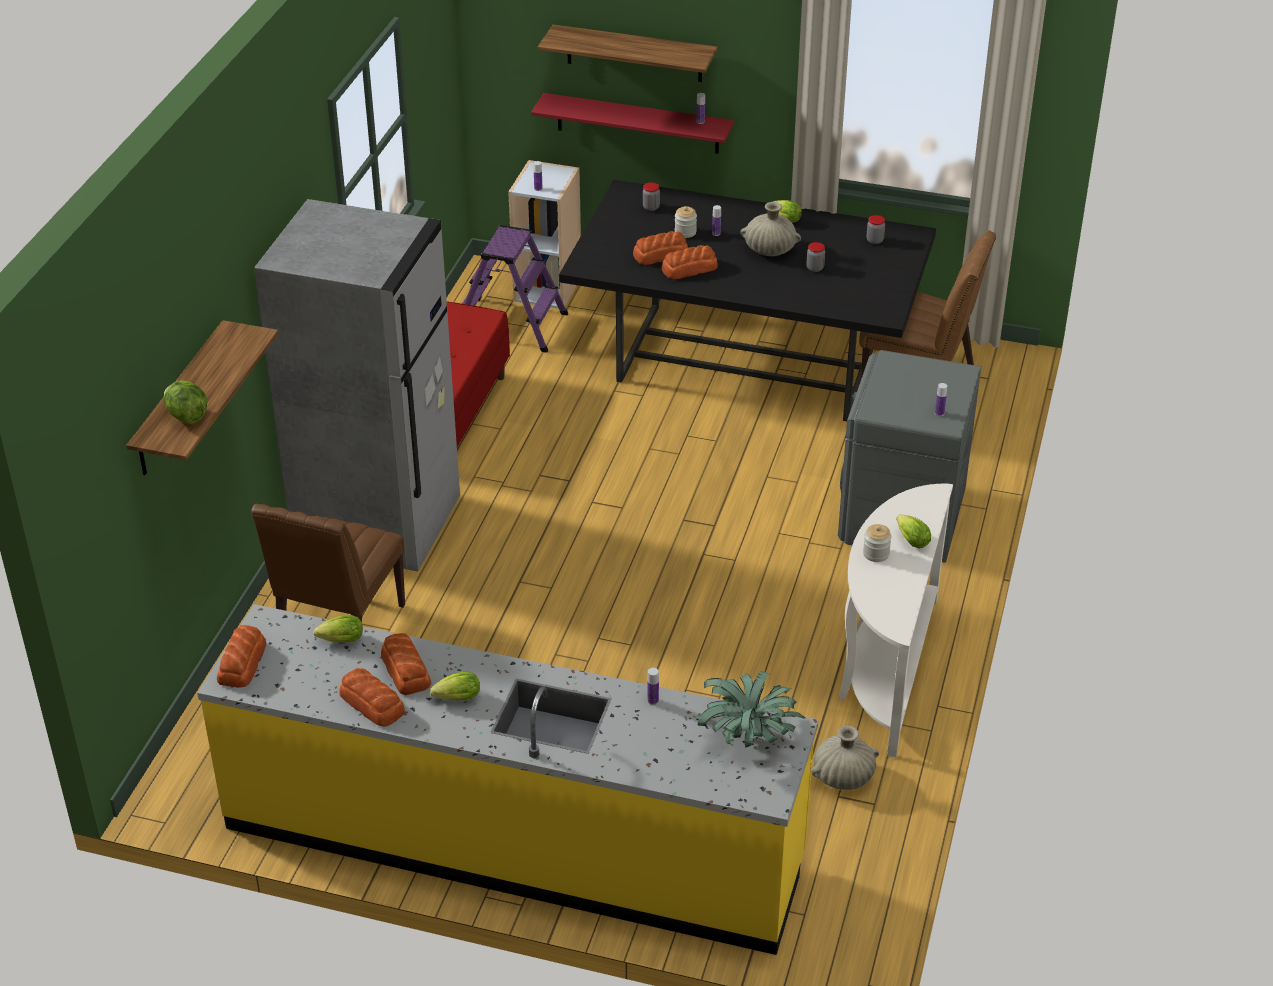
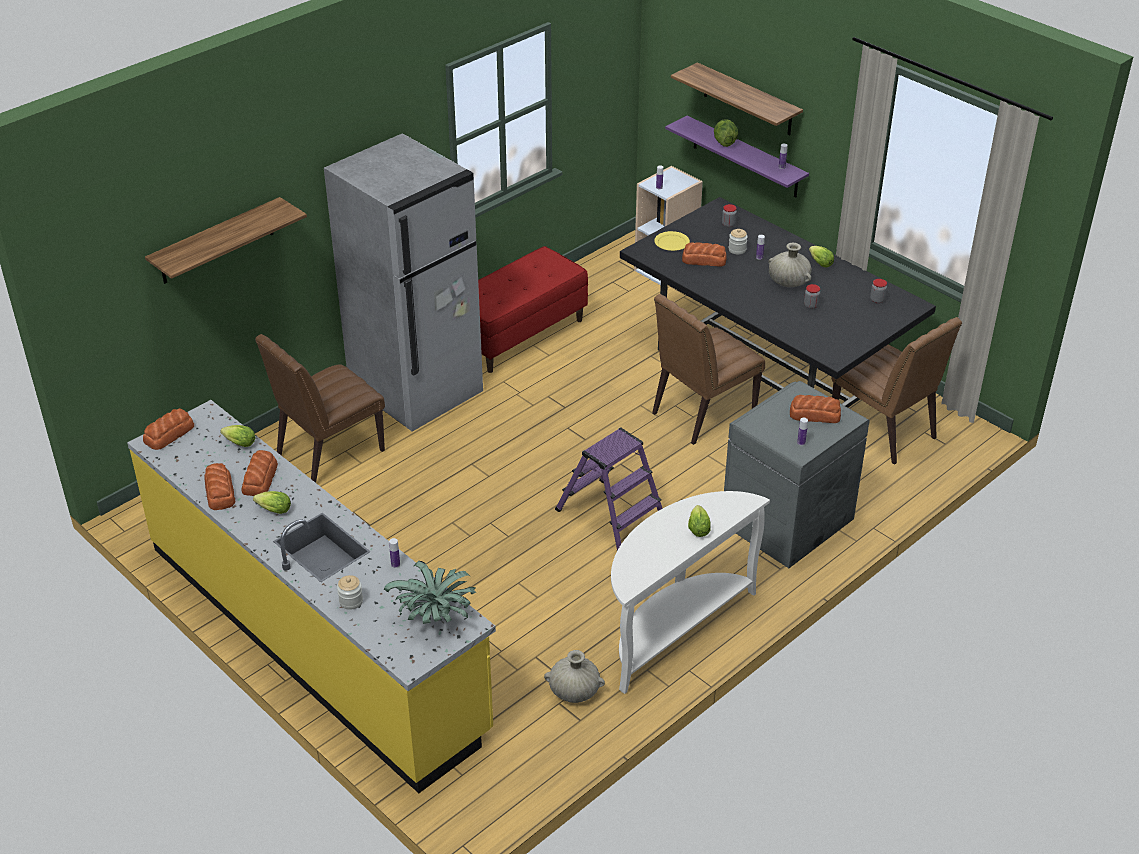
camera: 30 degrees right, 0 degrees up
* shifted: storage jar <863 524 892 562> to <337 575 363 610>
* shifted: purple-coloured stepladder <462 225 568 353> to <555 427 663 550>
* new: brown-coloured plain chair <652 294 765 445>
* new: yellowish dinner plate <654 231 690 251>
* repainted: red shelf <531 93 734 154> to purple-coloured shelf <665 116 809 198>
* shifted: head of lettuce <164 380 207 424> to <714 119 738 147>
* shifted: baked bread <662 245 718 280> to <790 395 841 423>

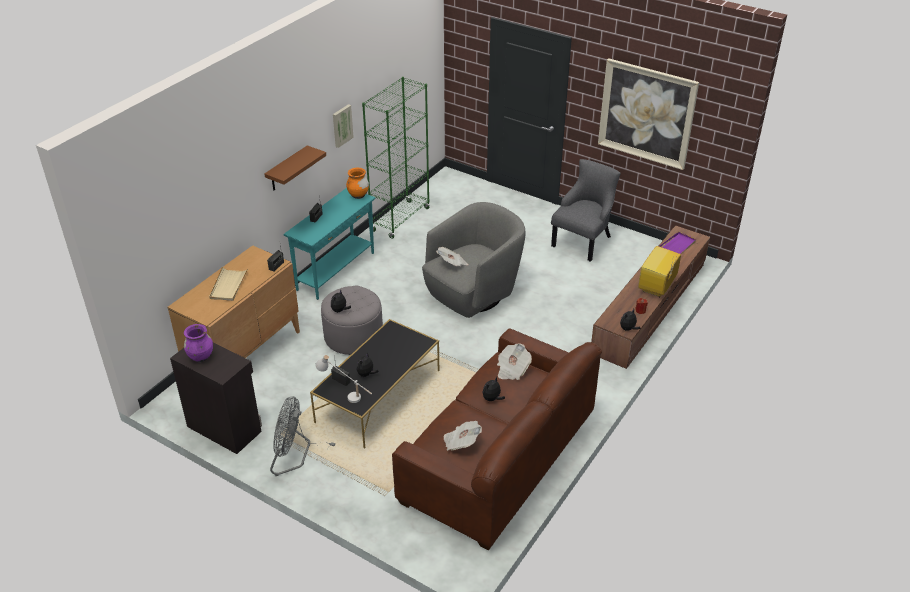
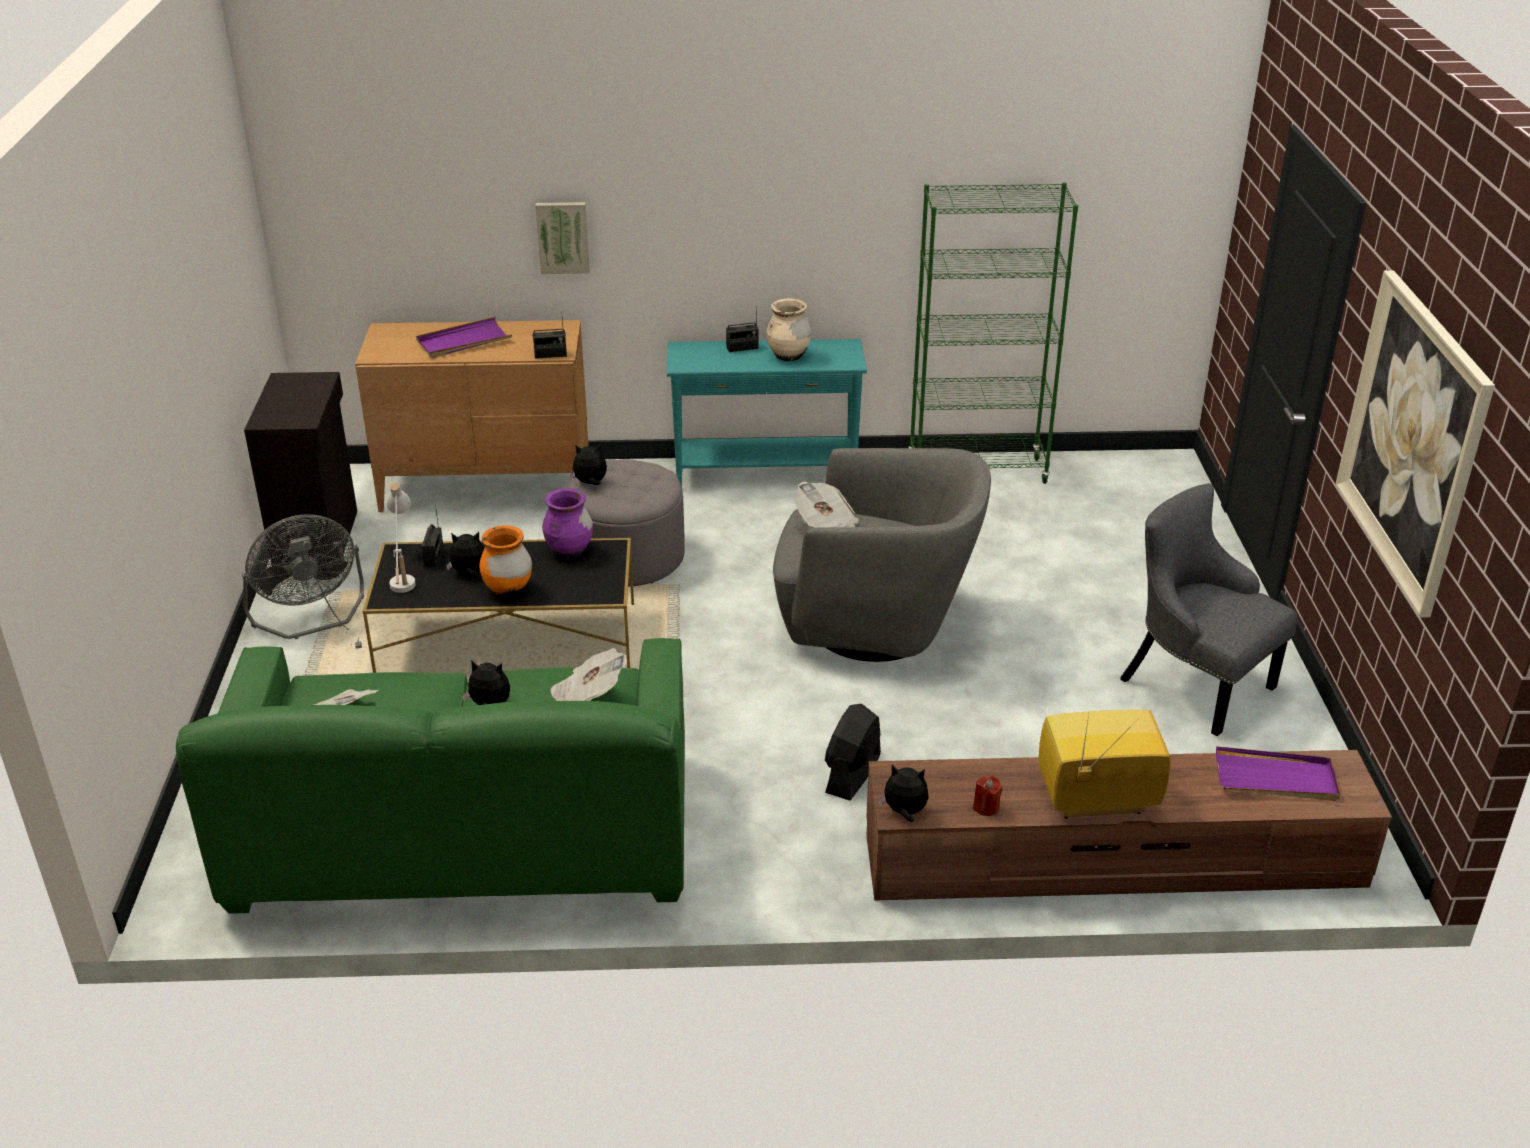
camera: 55 degrees right, 5 degrees down
* repainted: brown-coloured couch <392 328 602 551> to green couch <176 638 685 914>
* repainted: sand-coloured tray <209 266 248 301> to purple-coloured tray <416 317 512 358>
* shifted: orange vase <346 168 369 199> to <479 525 532 597>
* shifted: wall art <333 104 354 148> to <535 202 590 274>
* shifted: purple-coloured vase <184 324 213 362> to <542 488 593 558>
* new: sand-coloured vase <767 299 811 361>
* new: black-coloured electric fan <825 704 881 801>
* rotated: grey lounge chair <551 159 621 261> = <1120 483 1297 736> 135 degrees counterclockwise
* gone: brown-coloured shelf <264 145 326 190>

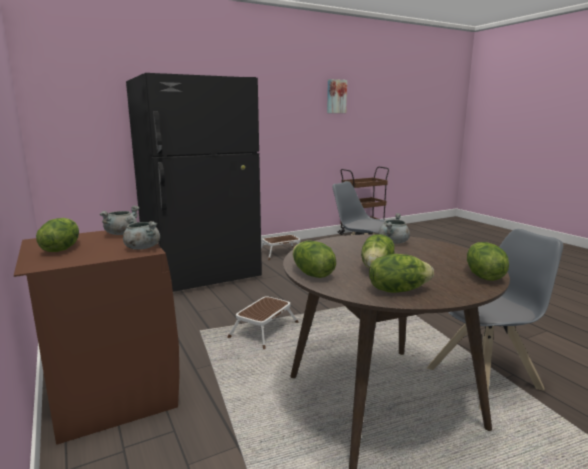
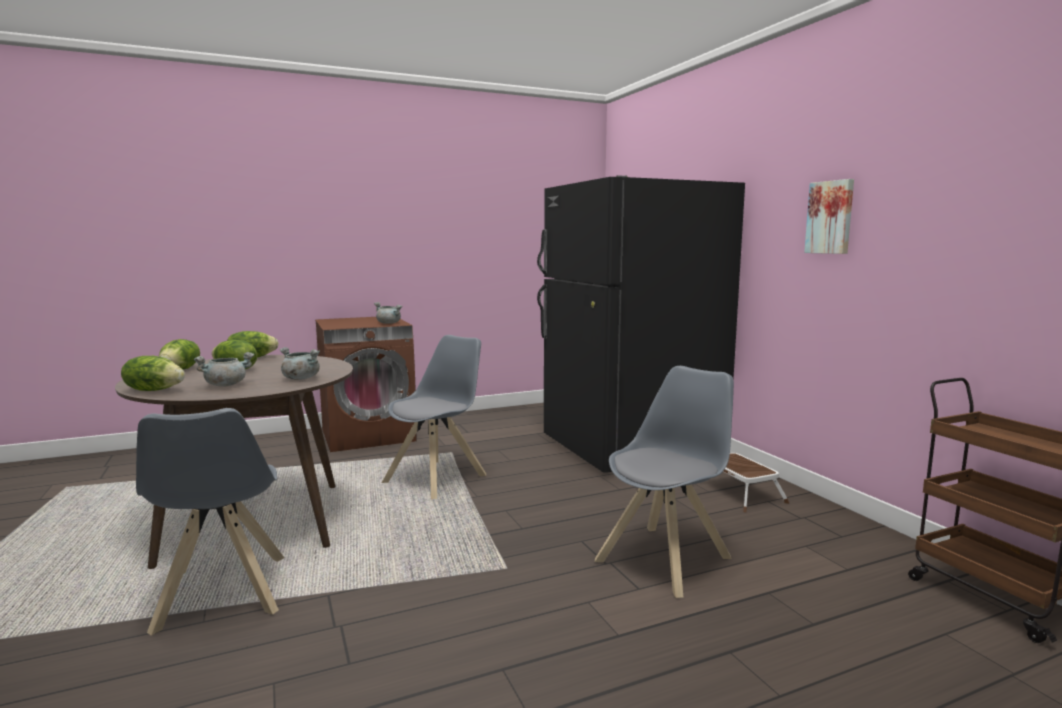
camera: 95 degrees right, 5 degrees down
* shifted: grey cooking pot <123 217 160 250> to <194 352 254 387>
* swapped: brown-coloured stepladder <227 296 299 349> to grey plain chair <382 335 486 499>
* shifted: wall art <327 79 347 113> to <804 179 854 254>
* gone: head of lettuce <36 218 79 252>

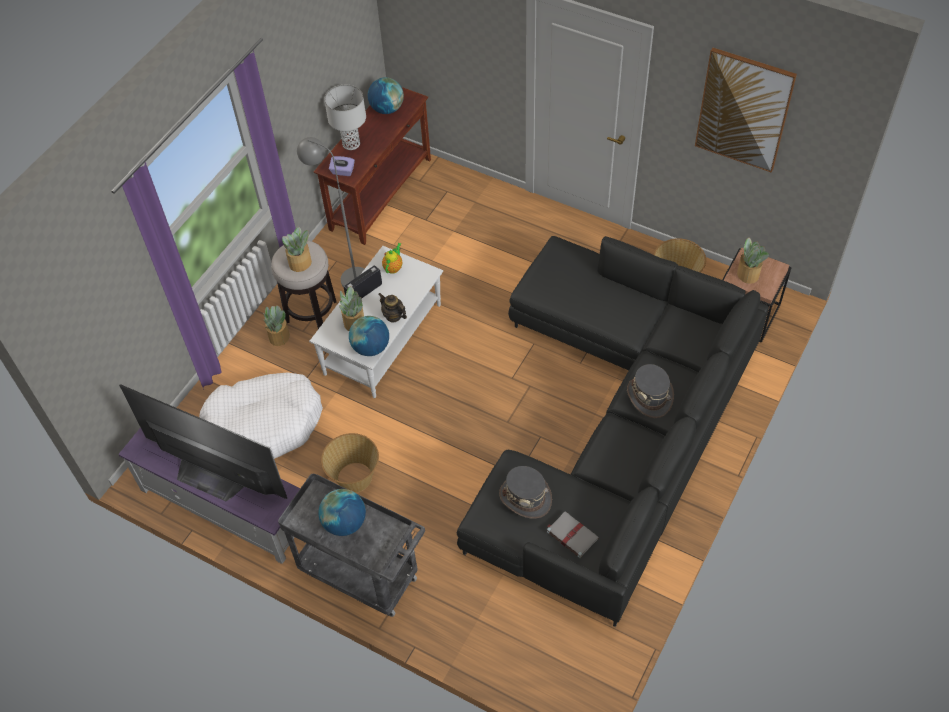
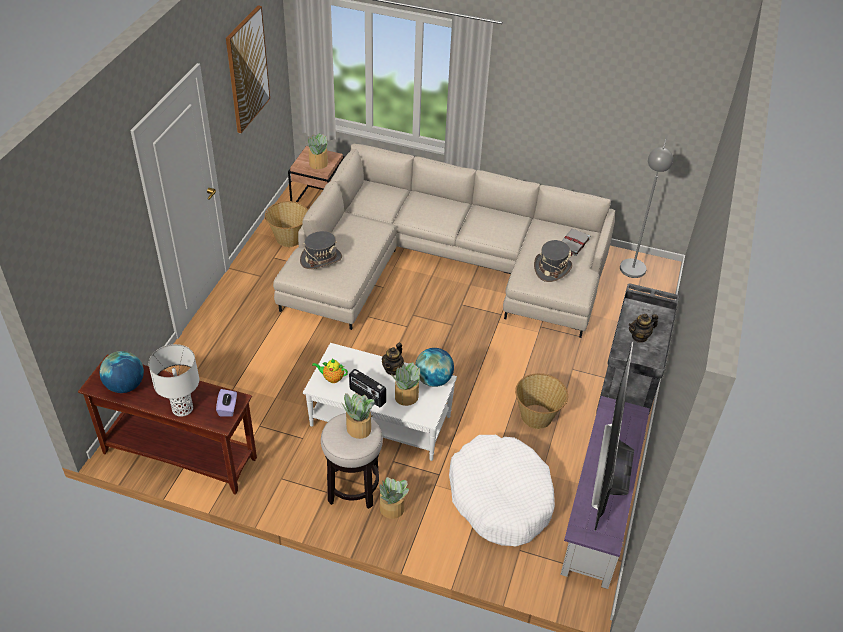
camera: 105 degrees left, 10 degrees down
* repainted: black-coloured couch <457 236 769 627> to sand-coloured couch <273 144 615 338>
* shifted: grey hat <627 364 674 418> to <300 231 342 269>
* shifted: grey standard lamp <297 137 365 288> to <620 139 673 278>
* swapped: desk globe <319 489 366 536> to pot for tea <628 314 658 343>

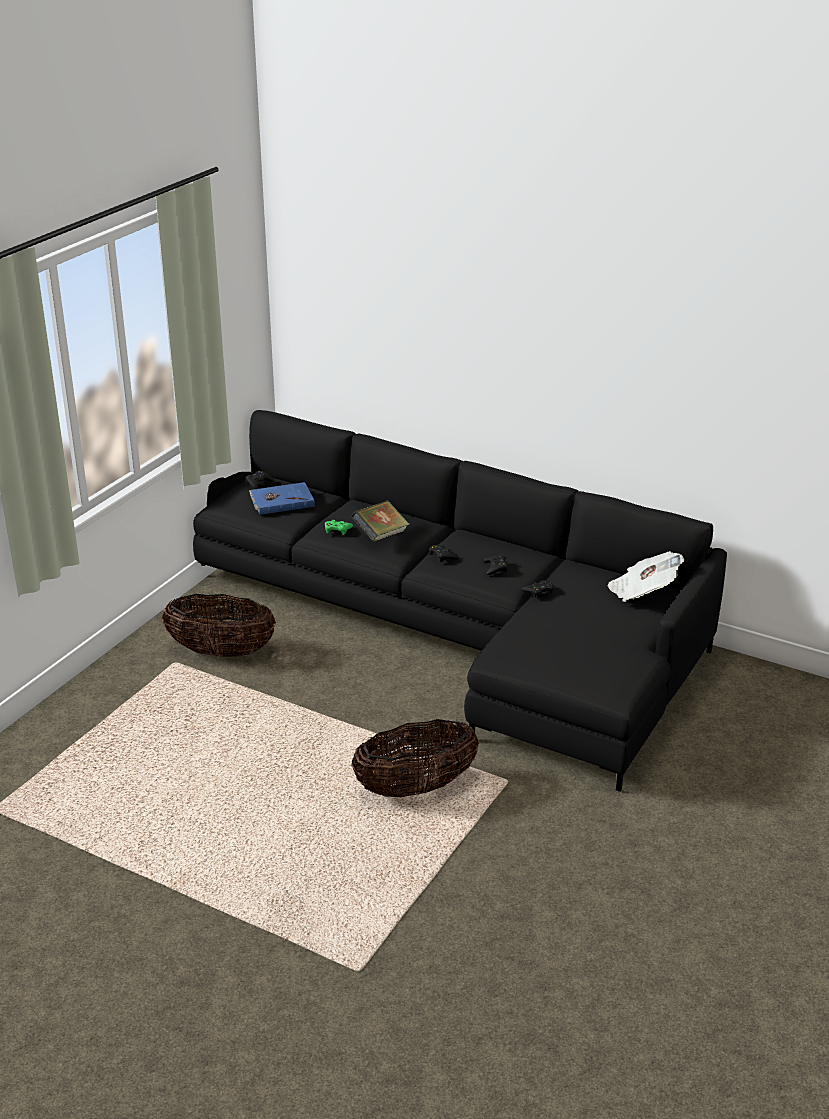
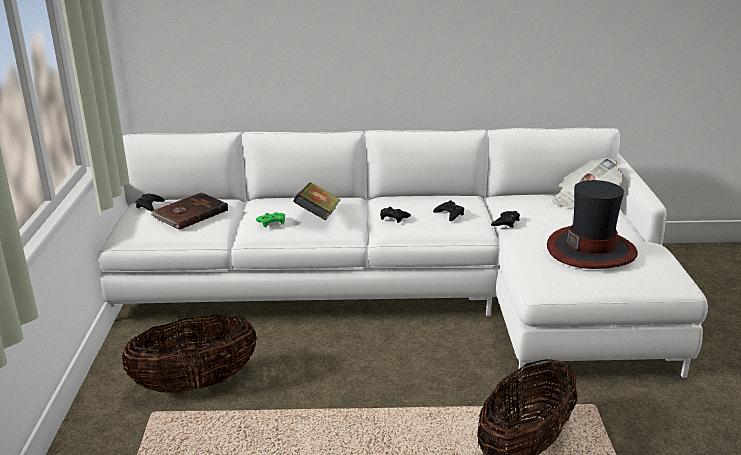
camera: 30 degrees left, 5 degrees down
* repainted: black-coloured couch <193 410 727 792> to whitish couch <98 128 708 381>
* repainted: blue-coloured book <249 482 315 515> to brown-coloured book <151 192 228 230>
* new: hat <547 180 638 269>

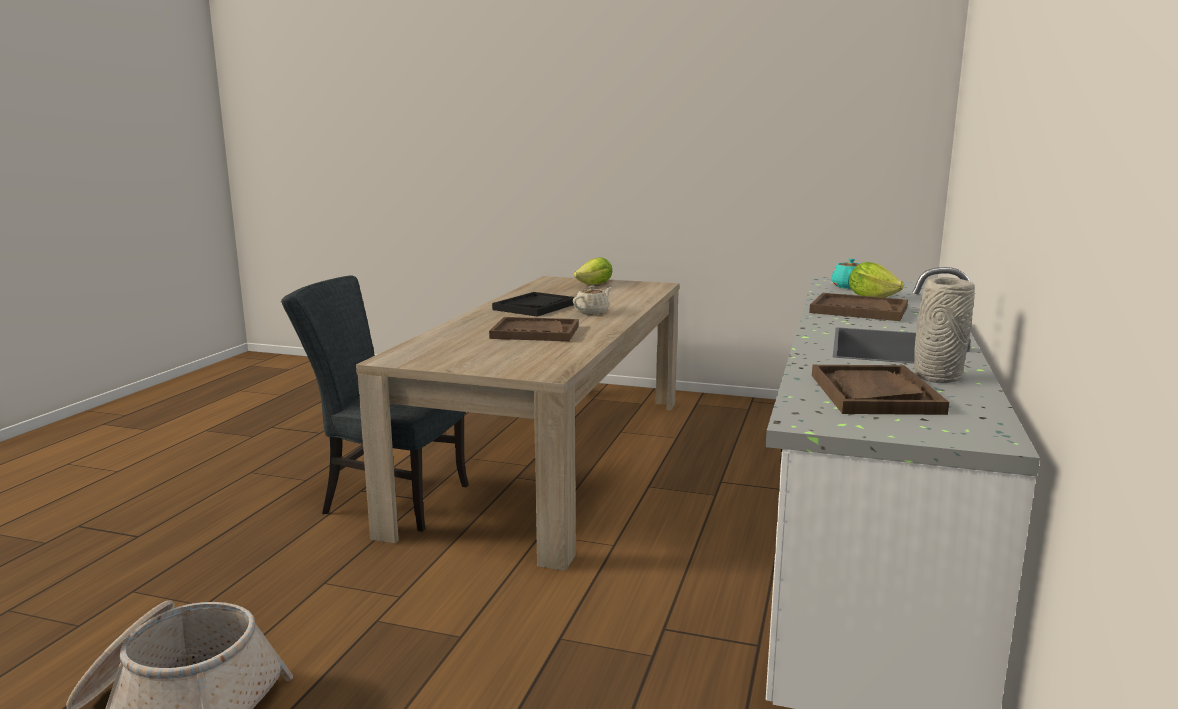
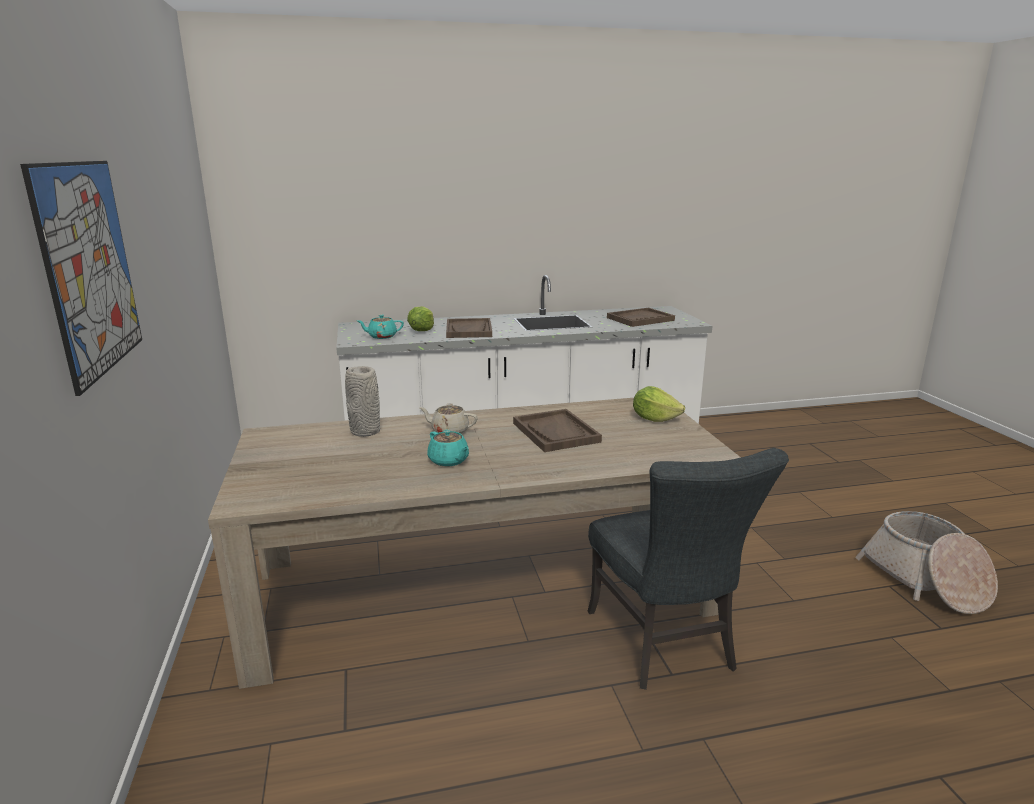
camera: 120 degrees left, 5 degrees up
* new: wall art <20 161 142 396>
* shifted: grey vase <914 277 975 383> to <345 366 380 437>
* swapped: black-coloured tray <492 292 575 317> to turquoise-coloured pot for tea <427 430 469 467>
* shifted: head of lettuce <574 257 612 285> to <633 386 685 422>

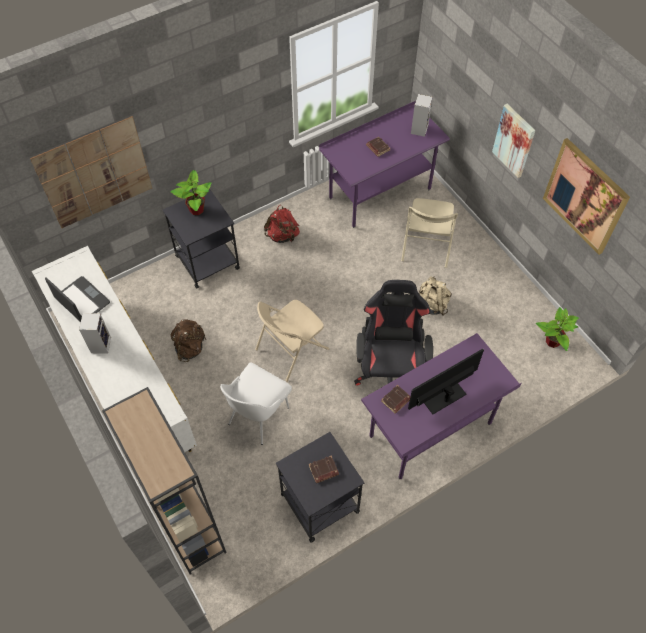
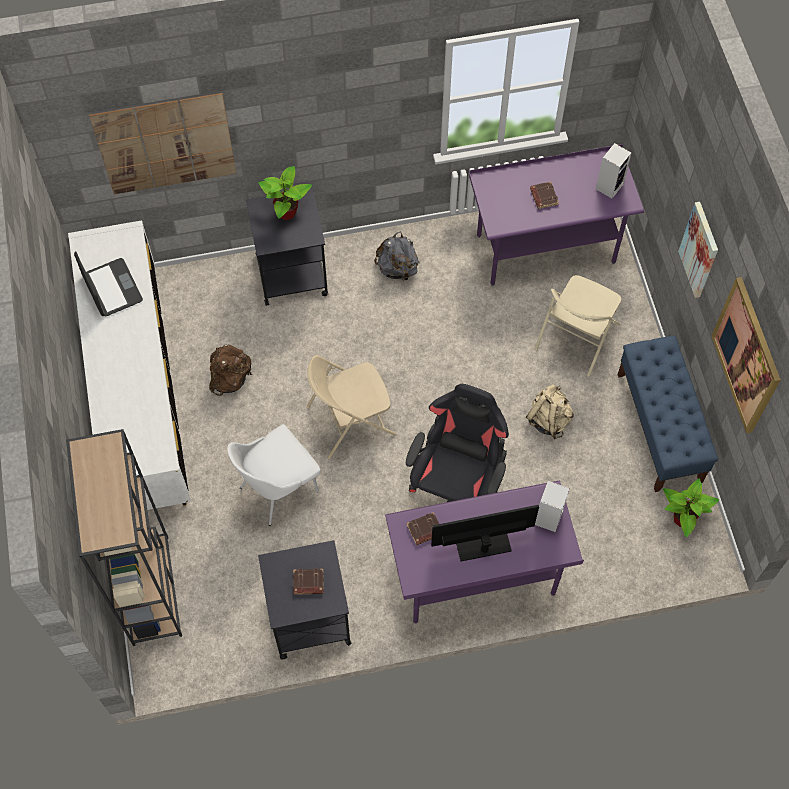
camera: 20 degrees right, 5 degrees up
* repainted: red knapsack <264 205 300 243> to grey knapsack <374 231 420 283>
* shifted: speaker <79 313 111 354> to <535 481 570 532>
* new: blue-coloured indoor bench <618 336 718 492>

